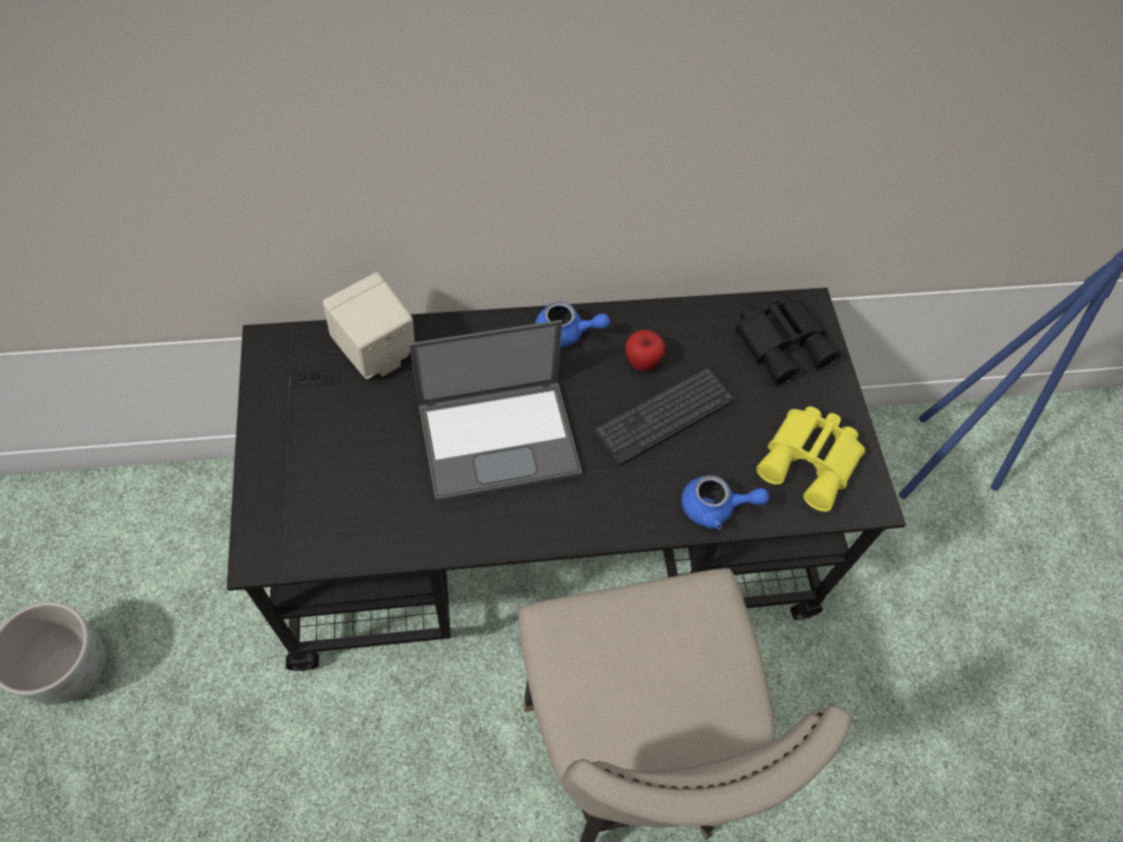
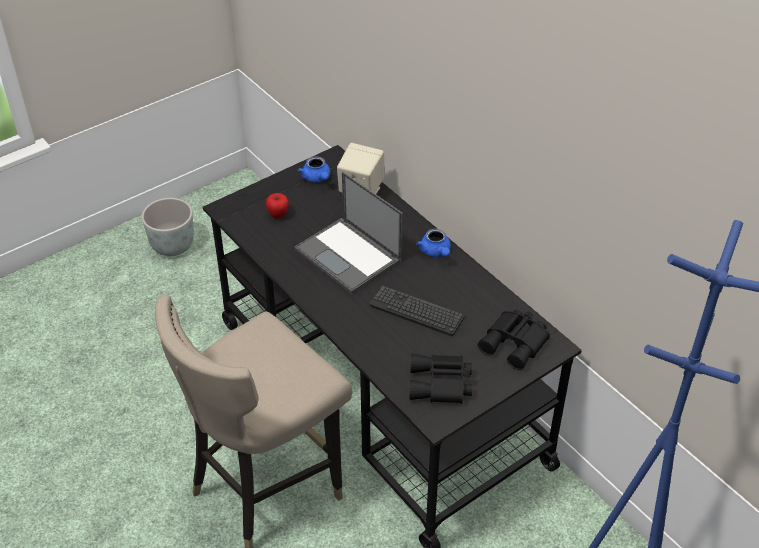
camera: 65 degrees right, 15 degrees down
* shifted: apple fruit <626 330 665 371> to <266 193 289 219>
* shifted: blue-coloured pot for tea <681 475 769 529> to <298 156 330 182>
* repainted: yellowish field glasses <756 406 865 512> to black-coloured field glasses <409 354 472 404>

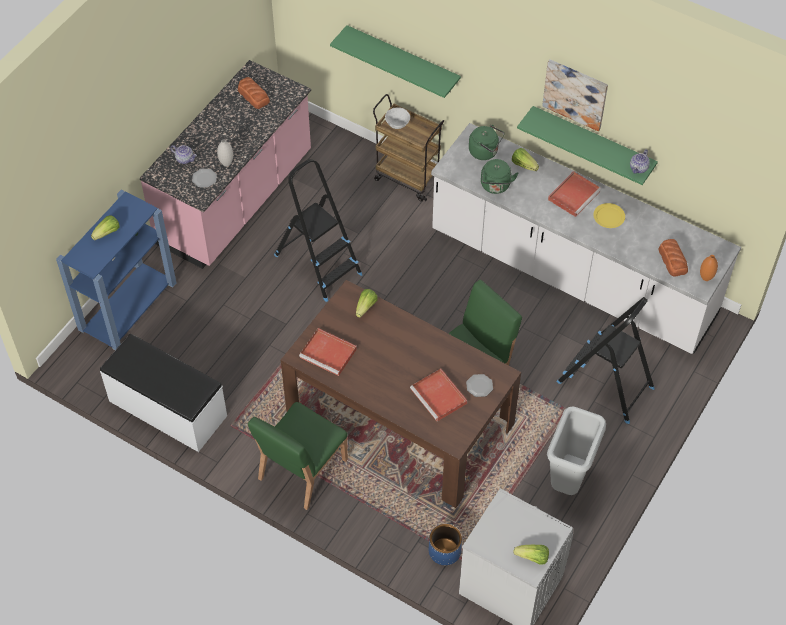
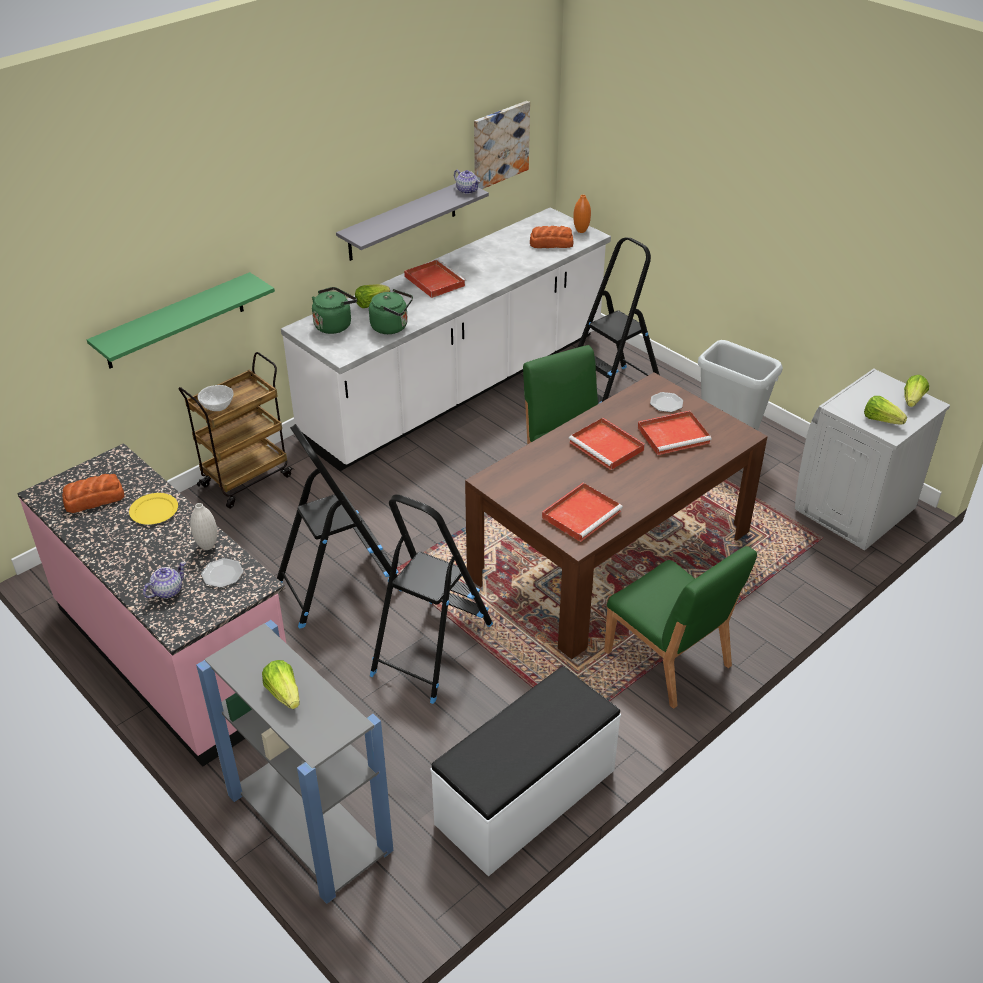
camera: 75 degrees left, 15 degrees down
* shifted: yellowish dinner plate <593 203 625 228> to <129 493 178 525>
* repainted: blue-coloured bookshelf <56 190 177 350> to grey bookshelf <196 620 393 904>
* repainted: green shelf <517 106 658 185> to grey shelf <336 183 489 261>
* new: black-coloured stepladder <370 494 493 704>
* shifted: wall art <542 60 608 131> to <474 101 530 189>
* new: red tray <569 418 645 470>
* shifted: head of lettuce <356 289 378 318> to <864 396 907 424>
* gone: blue-coloured flower pot <429 524 462 565>

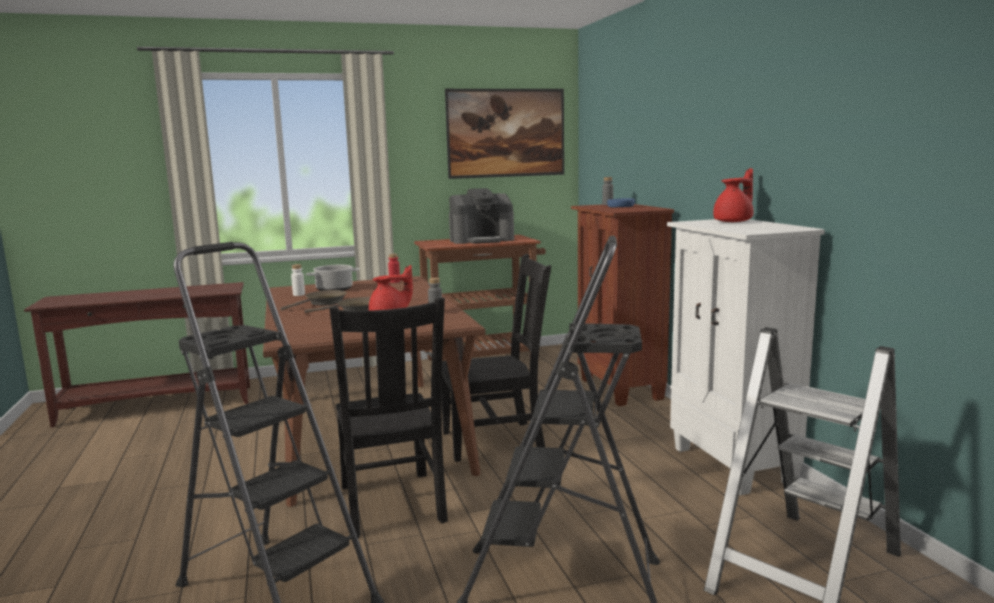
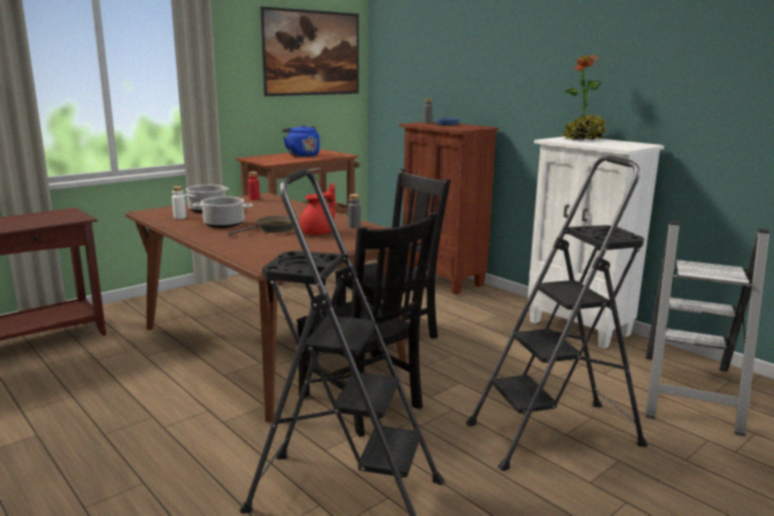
camera: 25 degrees left, 5 degrees up
* swapped: brown-coloured pan <280 290 347 311> to cooking pot <193 196 253 228>
* swapped: coffee machine <449 188 514 244> to blue-coloured kettle <282 125 320 157>
* swapped: red pot for tea <713 168 754 222> to potted plant <561 54 606 140>

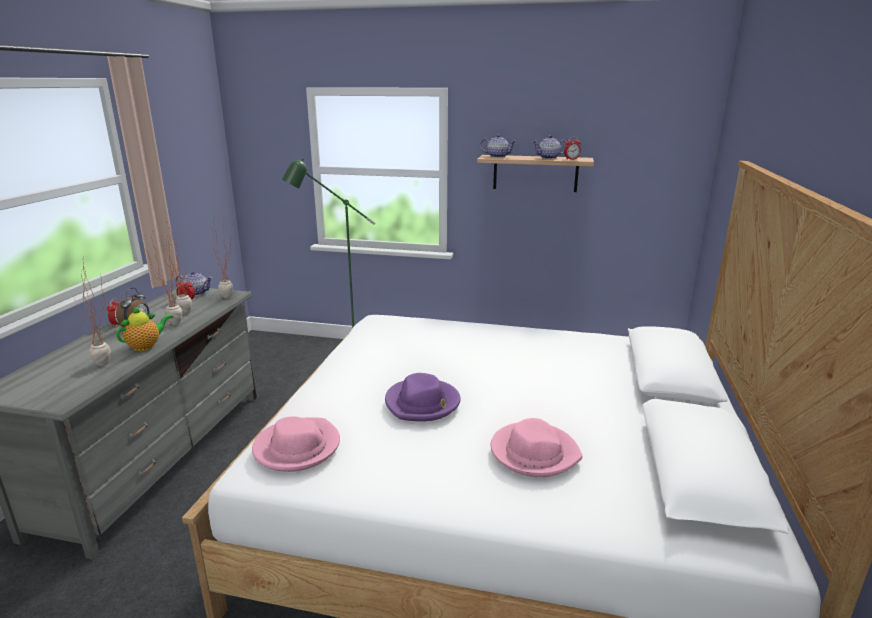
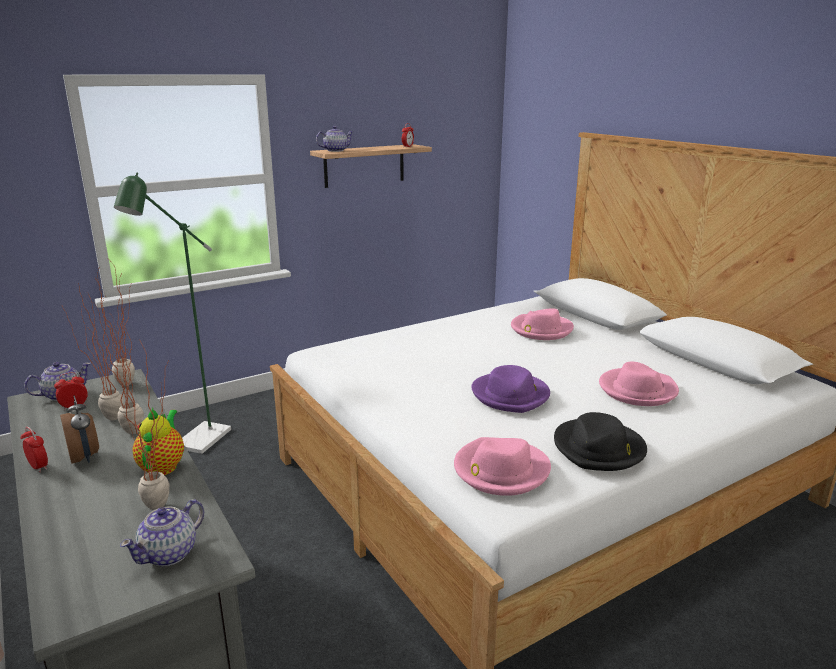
camera: 45 degrees left, 0 degrees up
* shifted: pot for tea <532 135 566 159> to <120 499 204 566>
* new: pinkish hat <511 308 574 340>
* new: black-coloured hat <554 412 647 471>

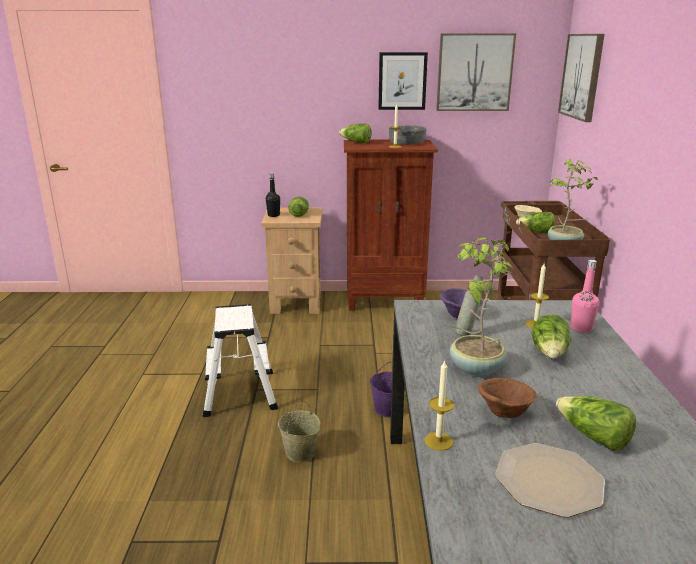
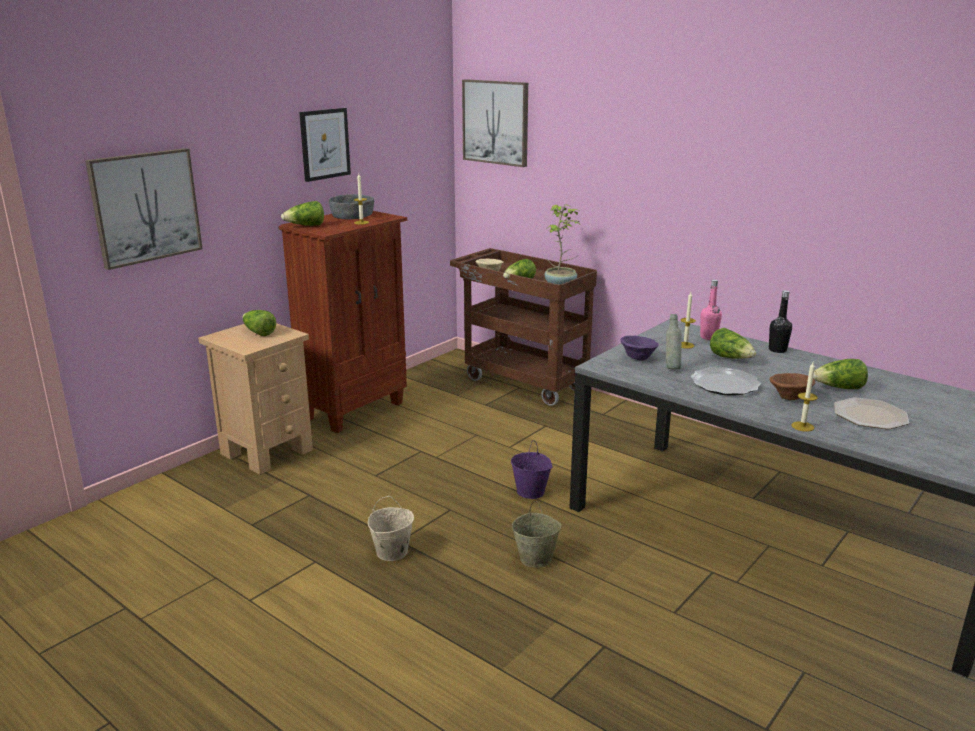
camera: 50 degrees left, 0 degrees up
* shifted: wall art <436 34 516 111> to <85 148 203 270>
* swapped: whitish stepladder <203 304 278 417> to sand-coloured bucket <368 496 414 561>
* swapped: potted plant <450 238 514 377> to dinner plate <690 367 761 396>
* shifted: black-coloured bottle <266 173 280 217> to <769 290 792 353>

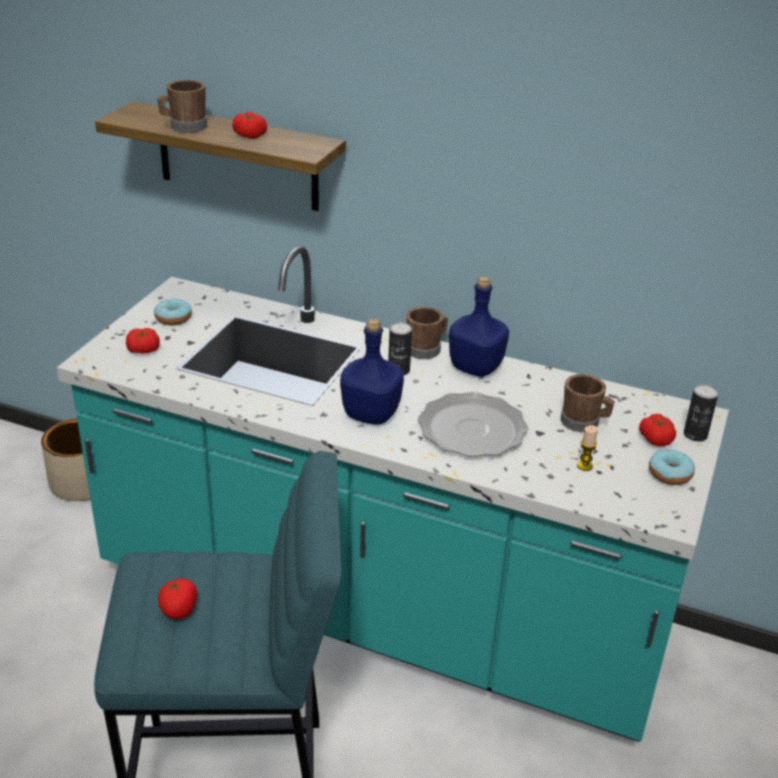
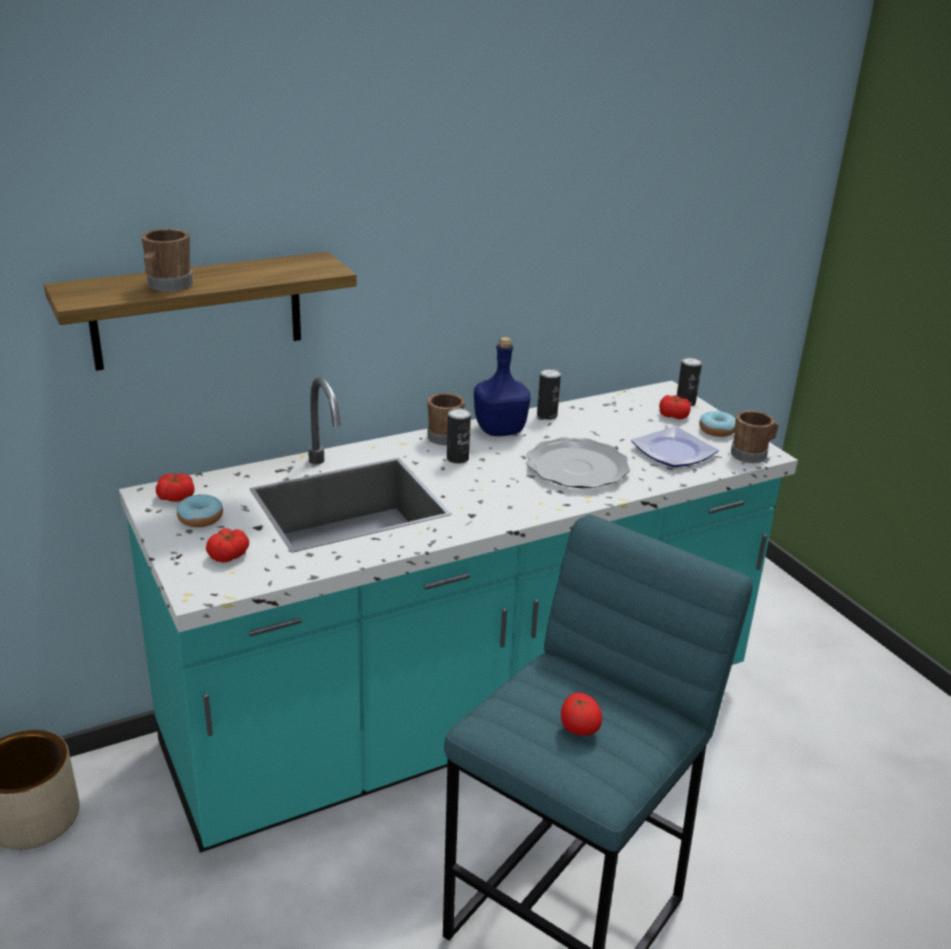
camera: 50 degrees left, 5 degrees down
* shifted: fresh tomato <232 112 267 139> to <156 473 195 502>
* new: sealed can <537 368 561 420>
* swapped: wax light <577 425 598 471> to dinner plate <631 426 719 467>
* shifted: brown-coloured coffee mug <560 374 615 432> to <731 410 779 463>
* gone: blue-coloured bottle <340 319 404 425>

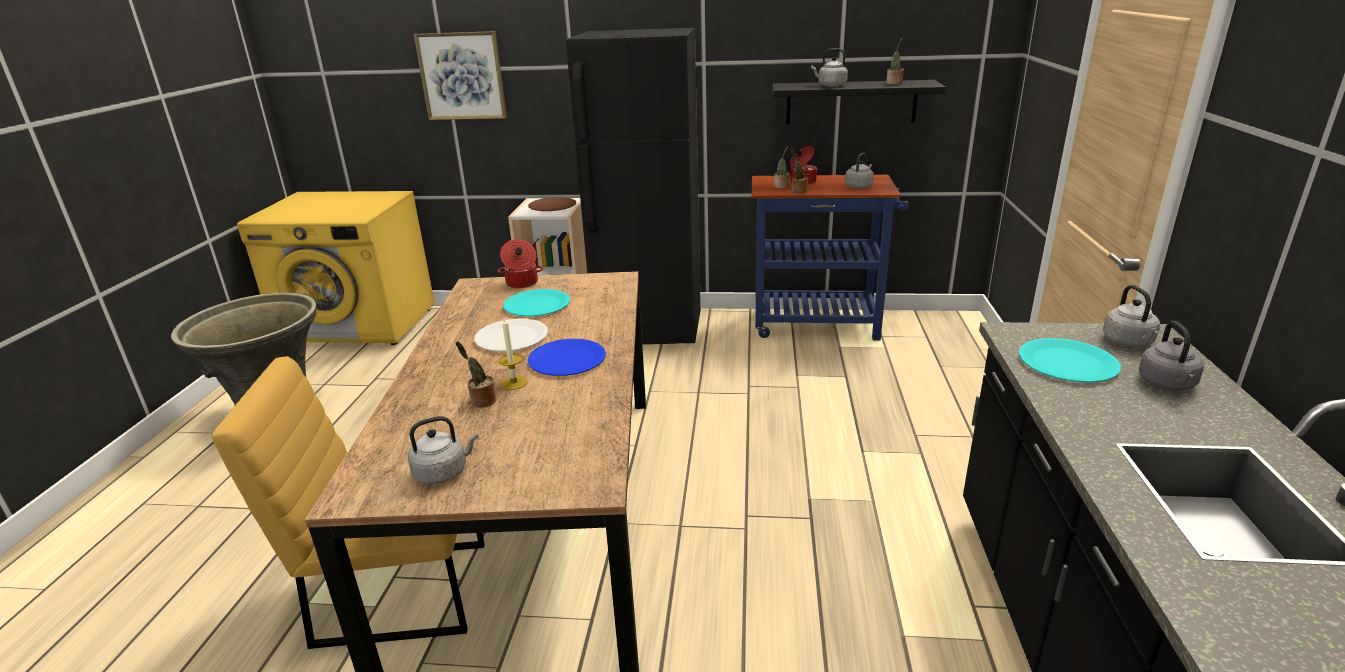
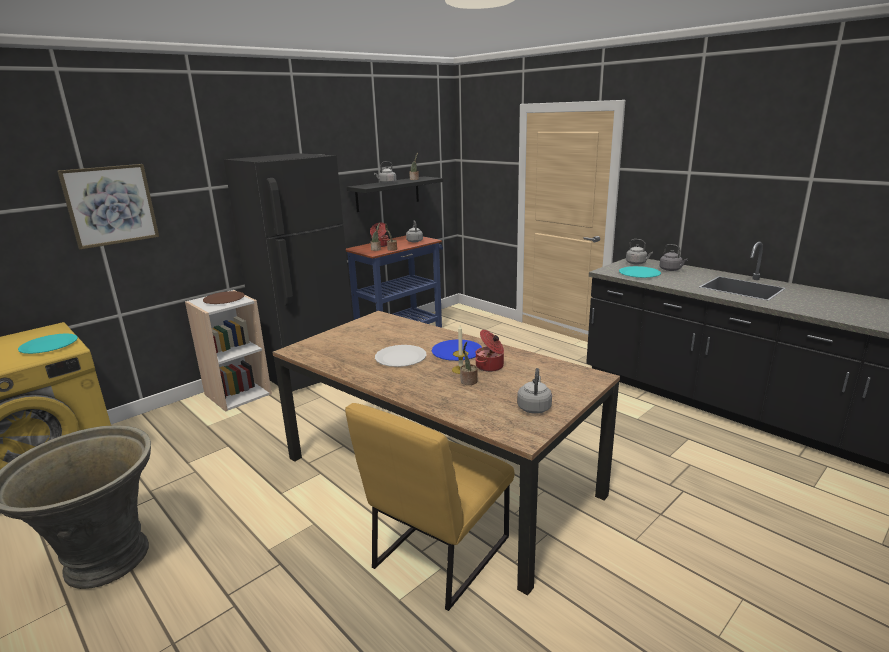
camera: 50 degrees left, 5 degrees down
* shifted: turquoise-coloured dinner plate <503 289 570 316> to <18 333 78 354>
* shifted: cooking pot <497 239 543 288> to <475 330 504 372>

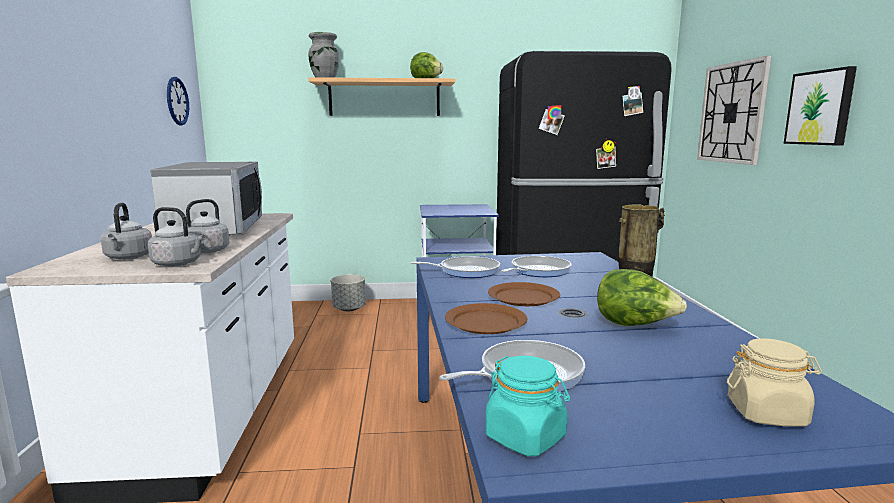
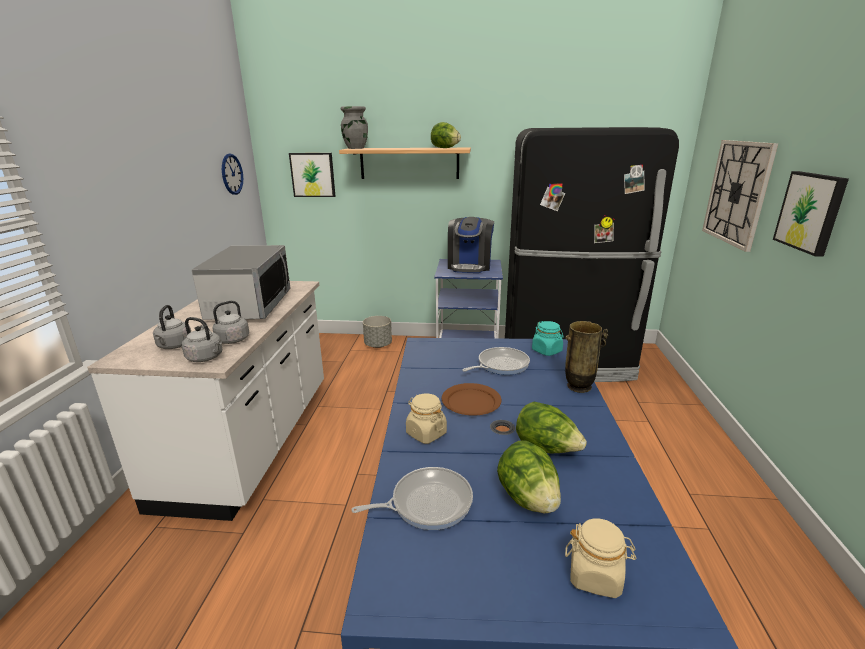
camera: 10 degrees right, 10 degrees up
* new: wall art <289 153 335 197>
* swapped: brown-coloured dinner plate <445 303 527 334> to sand-coloured storage jar <406 394 447 444>
* new: coffee machine <448 217 494 273>
* new: head of lettuce <497 440 561 513>
* shifted: turquoise-coloured storage jar <485 356 570 456> to <532 321 564 356>
* gone: pan <411 256 500 278>

